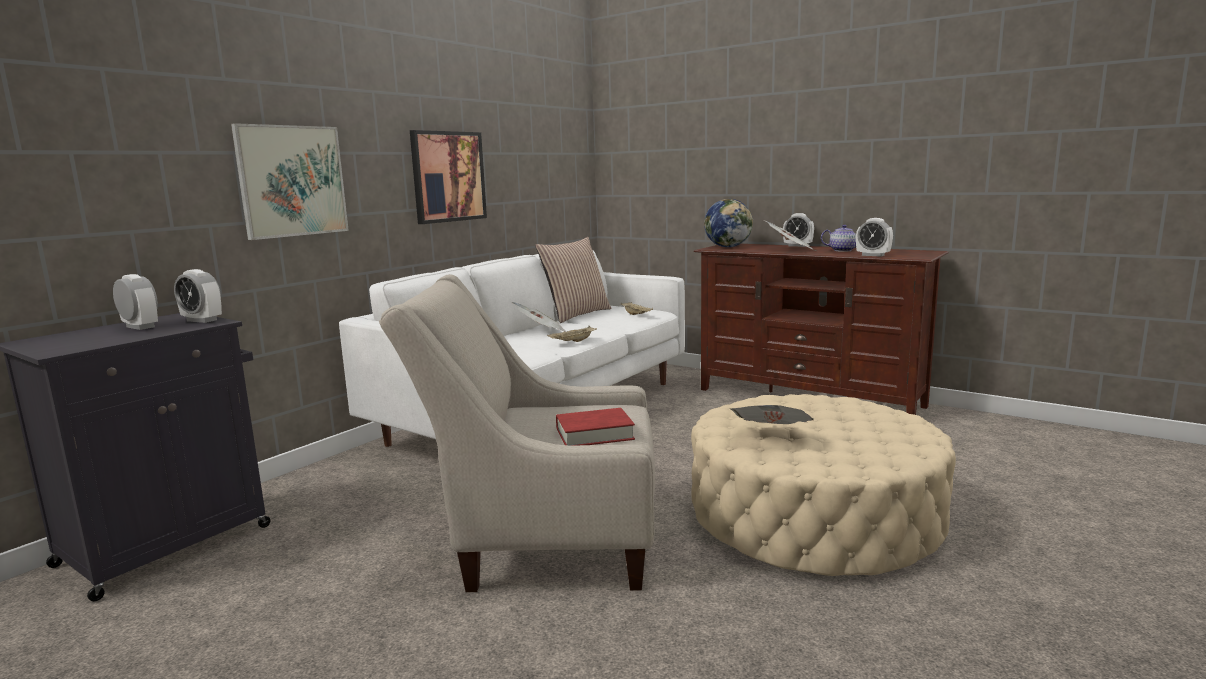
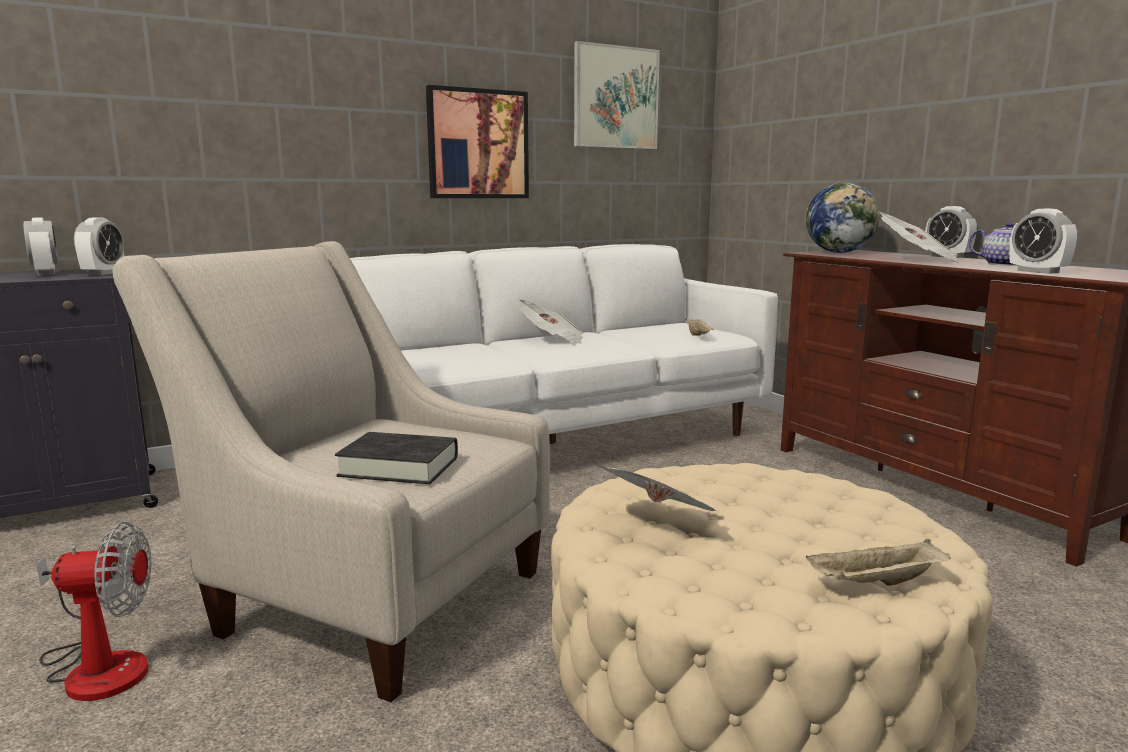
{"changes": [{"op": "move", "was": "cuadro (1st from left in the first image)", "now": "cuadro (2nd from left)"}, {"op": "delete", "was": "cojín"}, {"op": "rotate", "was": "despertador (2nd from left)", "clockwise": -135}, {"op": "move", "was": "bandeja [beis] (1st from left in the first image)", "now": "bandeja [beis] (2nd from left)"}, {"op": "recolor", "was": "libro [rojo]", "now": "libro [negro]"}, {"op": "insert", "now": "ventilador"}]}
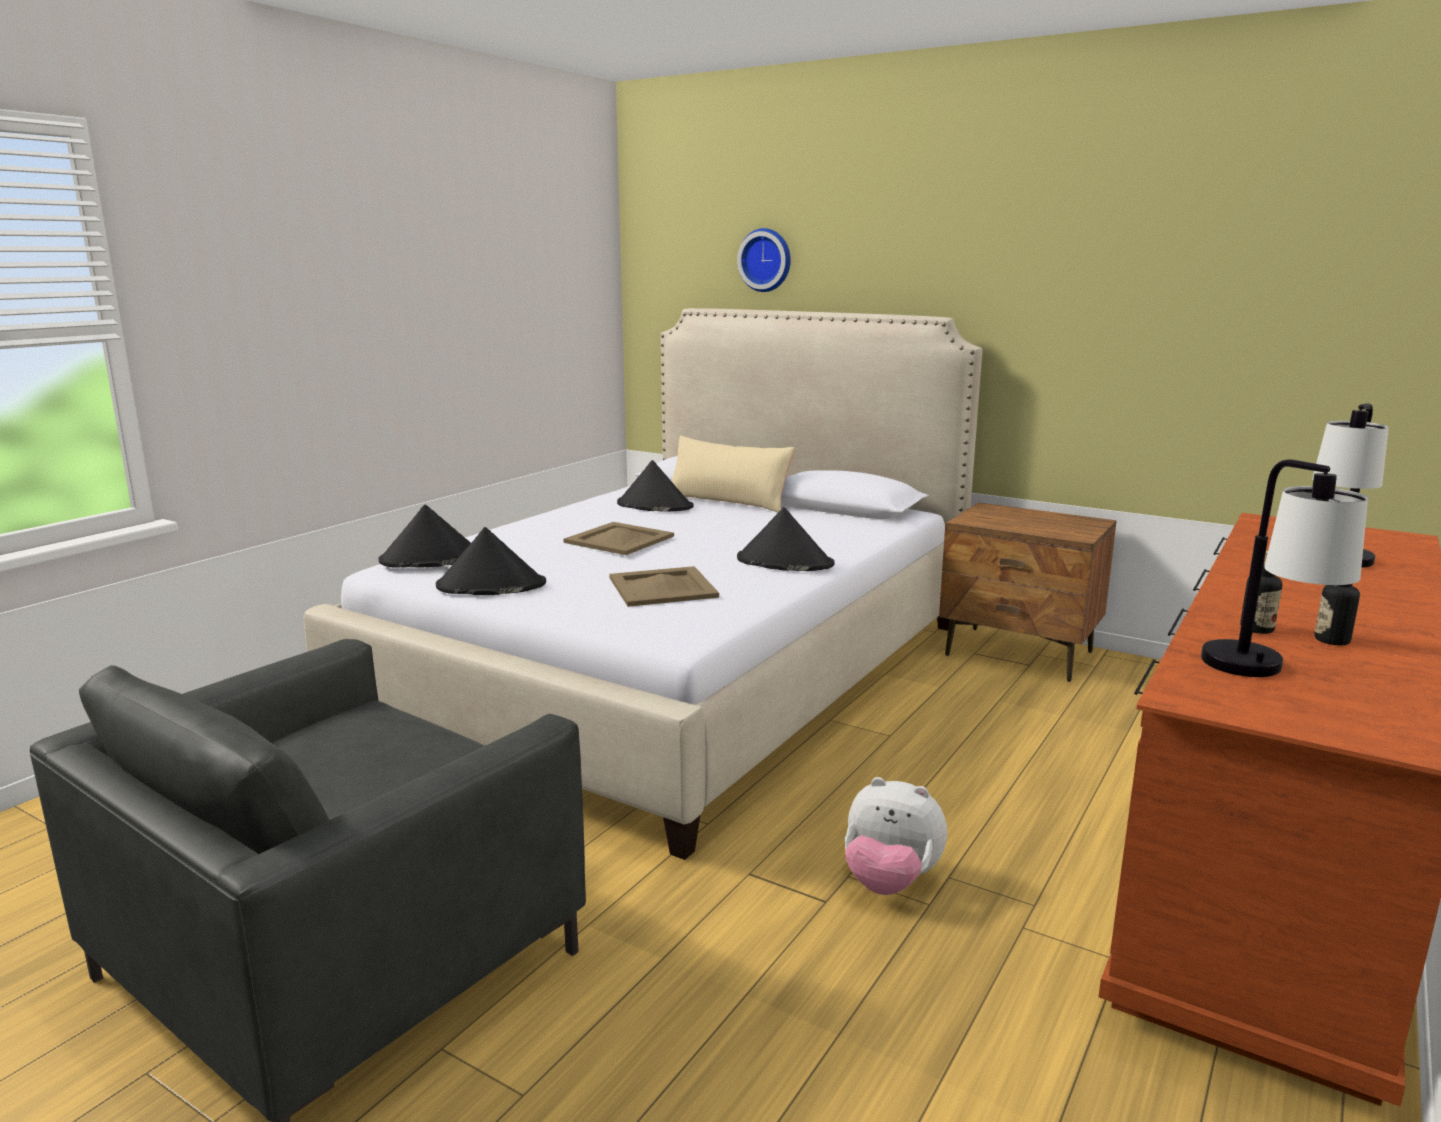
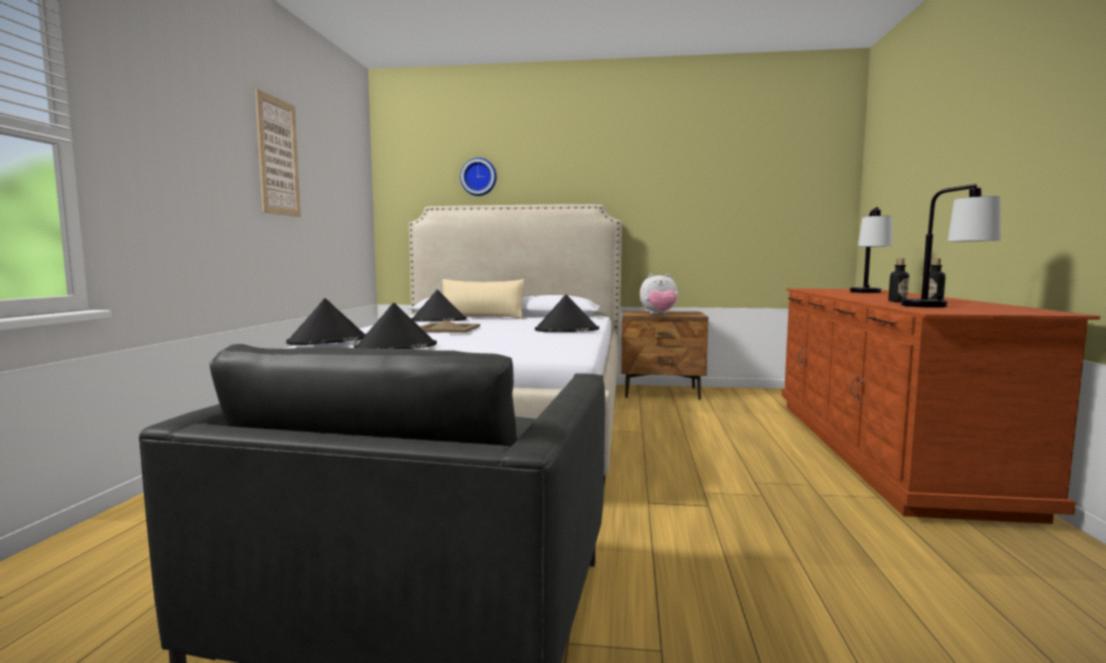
{"changes": [{"op": "delete", "was": "bandeja [beis] (2nd from left)"}, {"op": "move", "was": "peluche"}, {"op": "insert", "now": "cuadro"}]}
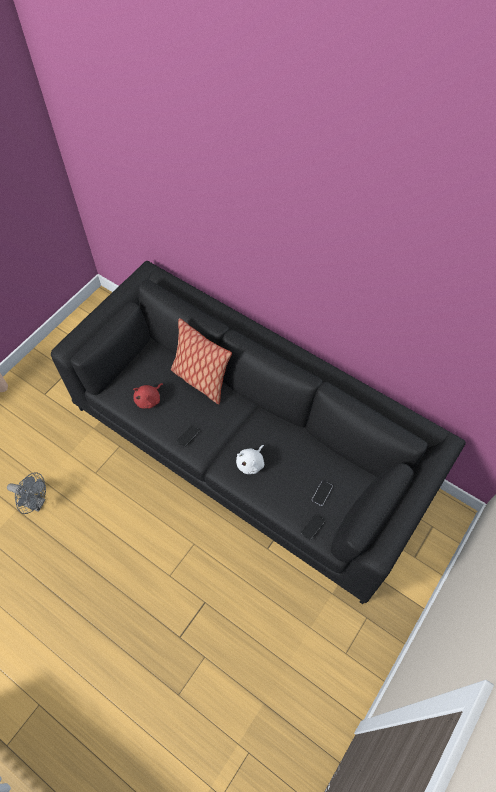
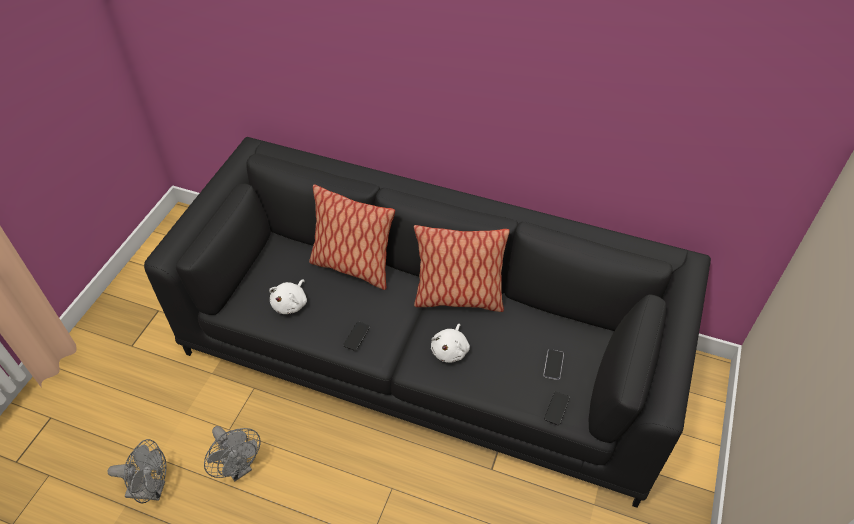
{"changes": [{"op": "recolor", "was": "peluche [rojo]", "now": "peluche [blanco] (1st from left)"}, {"op": "insert", "now": "cojín (2nd from left)"}, {"op": "insert", "now": "ventilador [gris] (2nd from left)"}]}
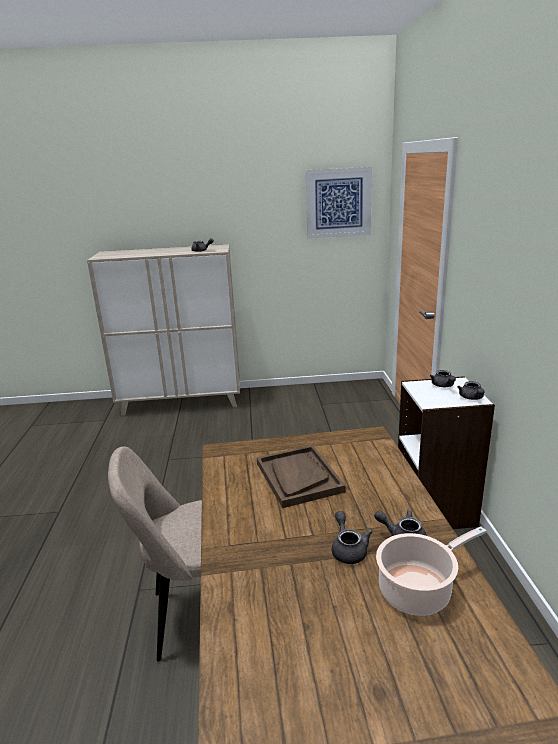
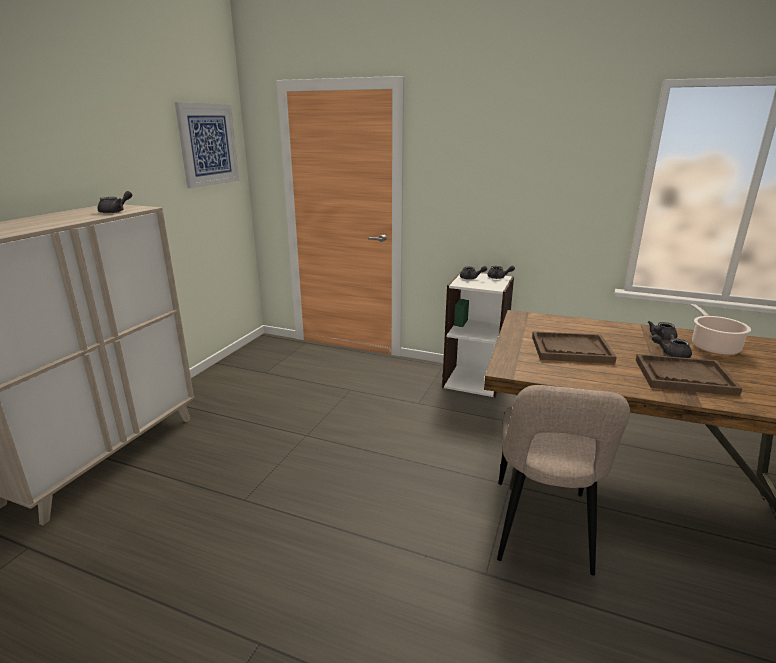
{"changes": [{"op": "insert", "now": "bandeja [marrón] (2nd from left)"}]}
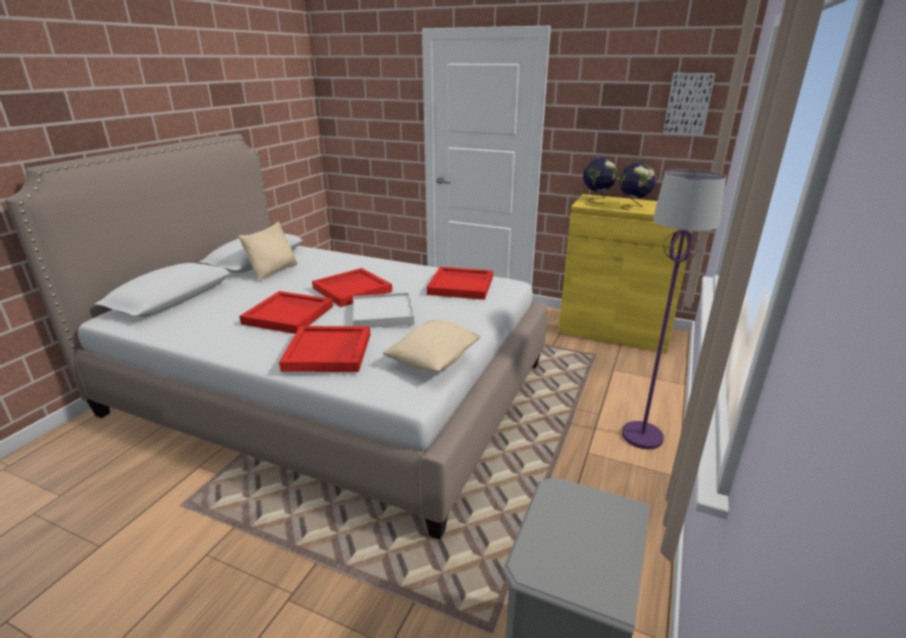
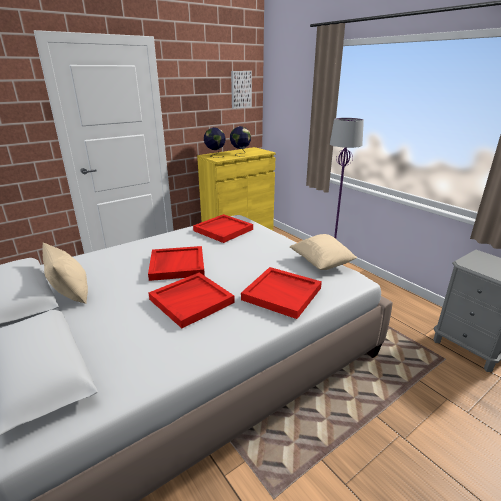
{"changes": [{"op": "delete", "was": "bandeja [blanco]"}]}
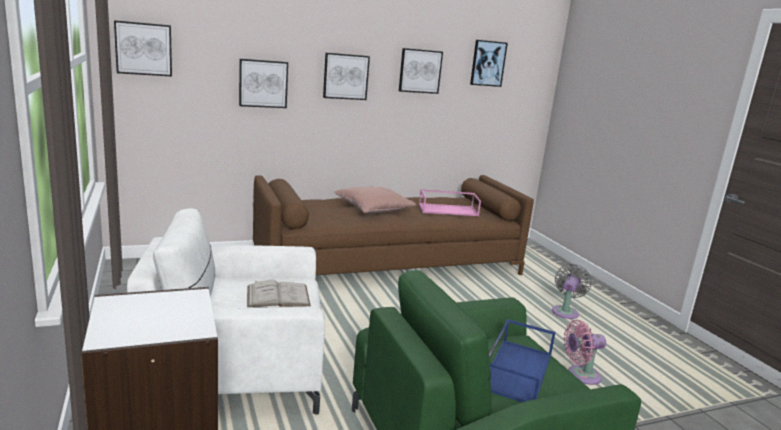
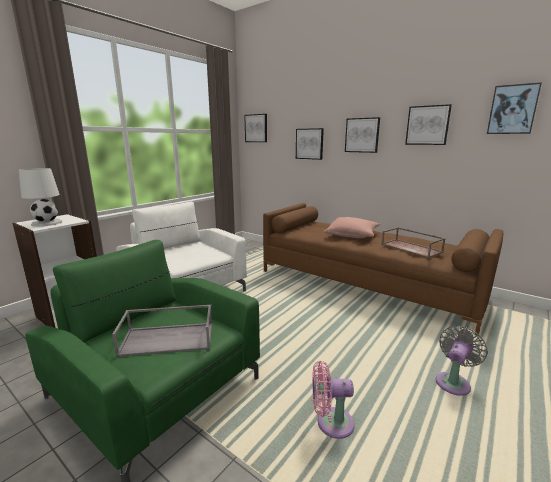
{"changes": [{"op": "recolor", "was": "bandeja [rosa]", "now": "bandeja [marrón]"}, {"op": "rotate", "was": "ventilador [gris]", "clockwise": -45}, {"op": "delete", "was": "libro [blanco]"}, {"op": "recolor", "was": "bandeja [azul]", "now": "bandeja [gris]"}, {"op": "rotate", "was": "ventilador [rosa]", "clockwise": -45}, {"op": "insert", "now": "lámpara de mesa [blanco]"}]}
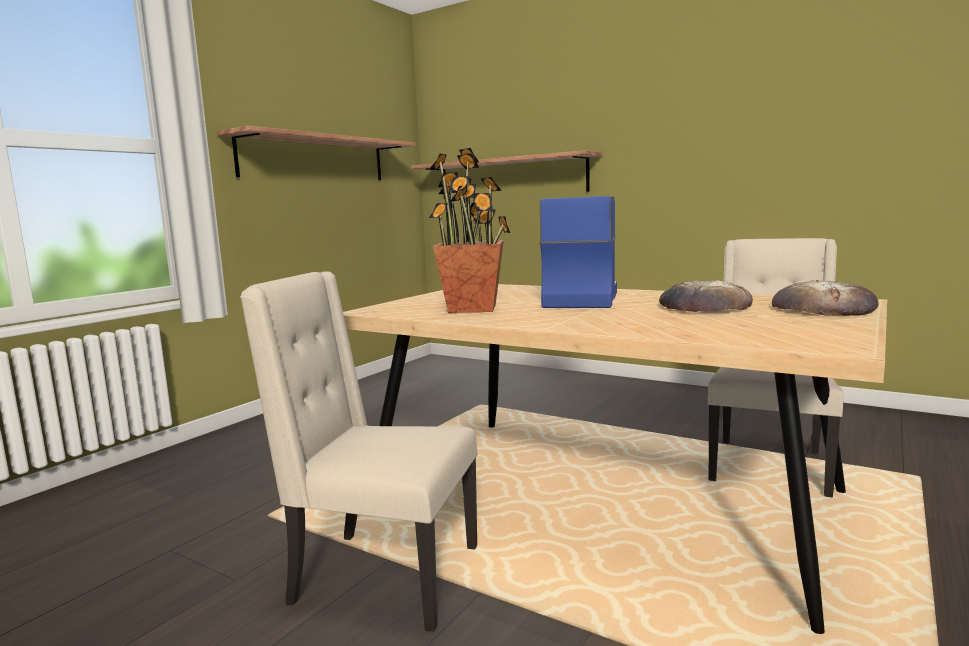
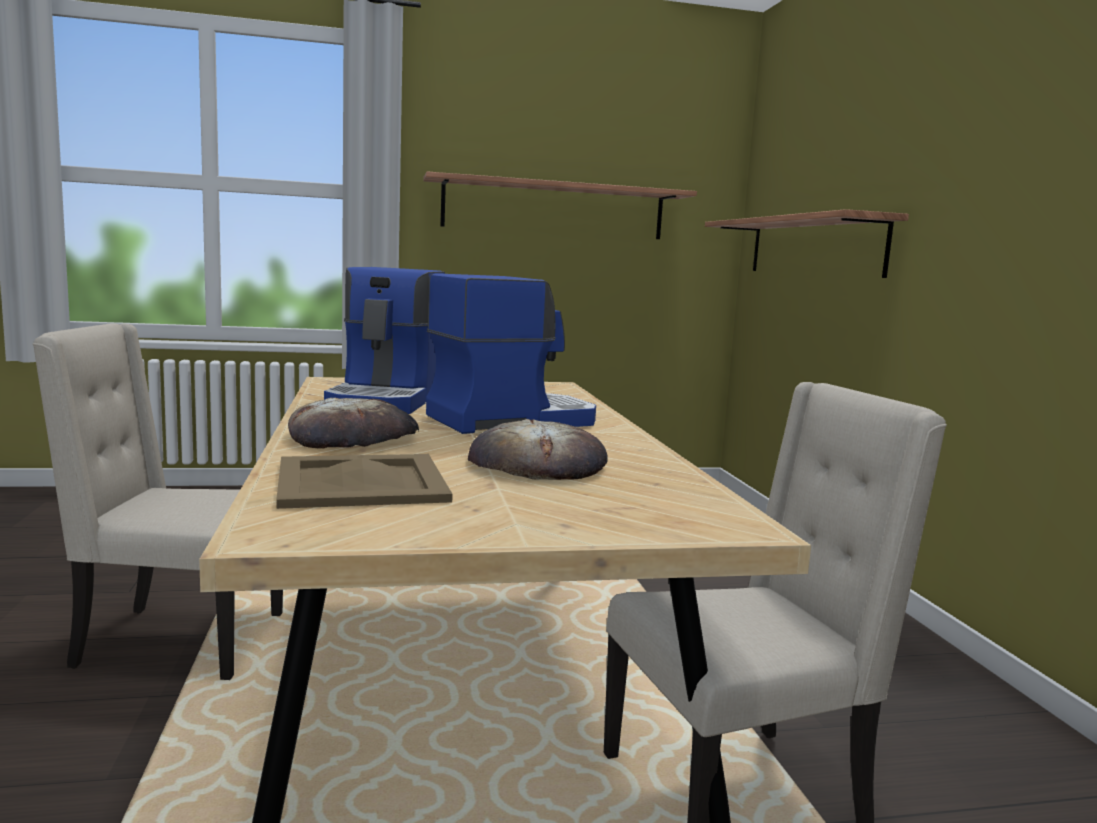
{"changes": [{"op": "replace", "was": "planta en maceta", "now": "cafetera (1st from left)"}, {"op": "rotate", "was": "silla [beis] (1st from left)", "clockwise": -60}, {"op": "move", "was": "pan (2nd from left in the first image)", "now": "pan (1st from left)"}, {"op": "insert", "now": "bandeja [beis]"}]}
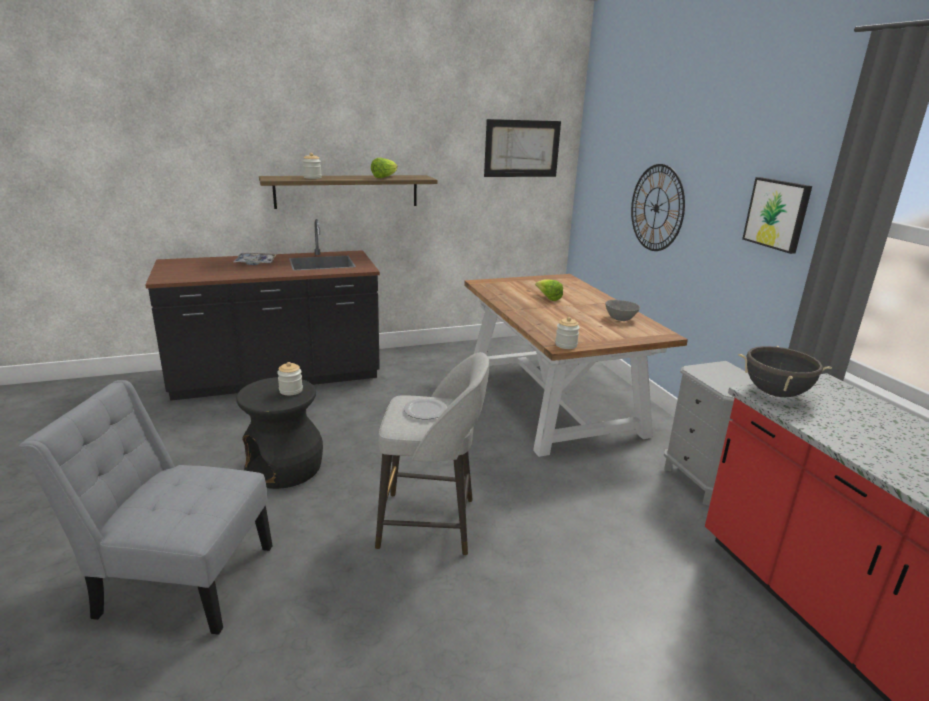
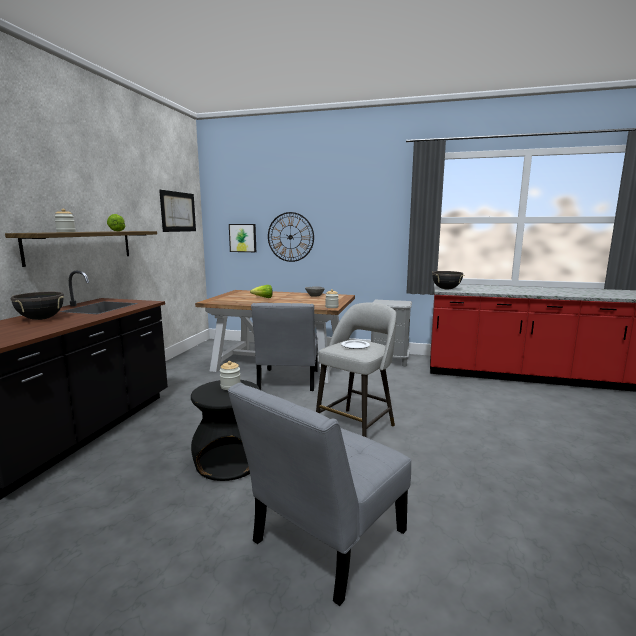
{"changes": [{"op": "move", "was": "cuadro (2nd from left)"}, {"op": "replace", "was": "bandeja", "now": "olla [negro] (1st from left)"}, {"op": "insert", "now": "silla [gris] (1st from left)"}]}
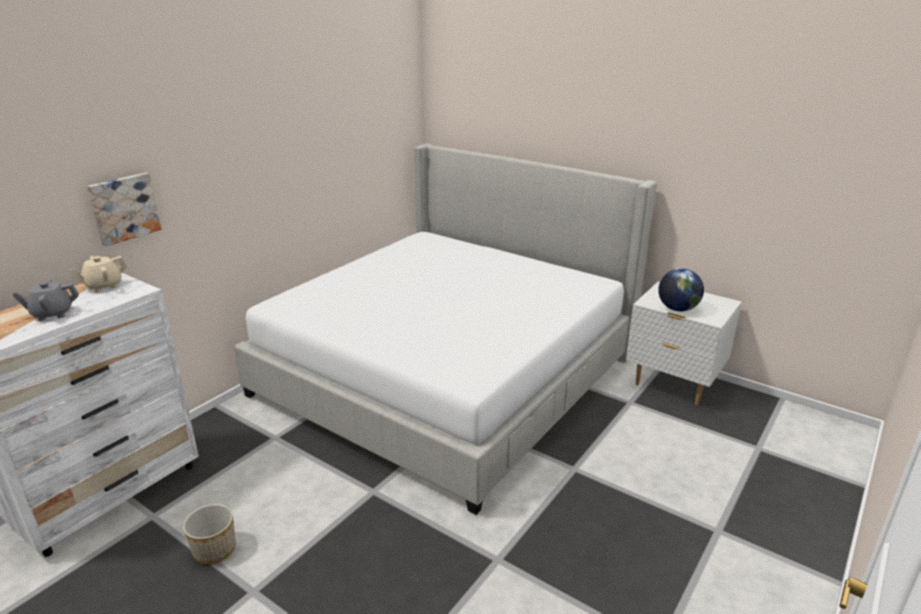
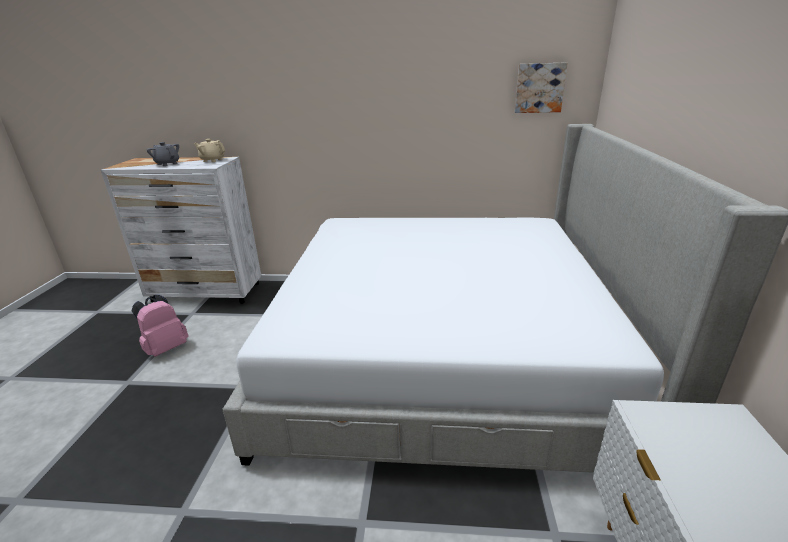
{"changes": [{"op": "move", "was": "cuadro"}, {"op": "delete", "was": "globo terráqueo"}, {"op": "replace", "was": "maceta", "now": "mochila [rosa]"}]}
